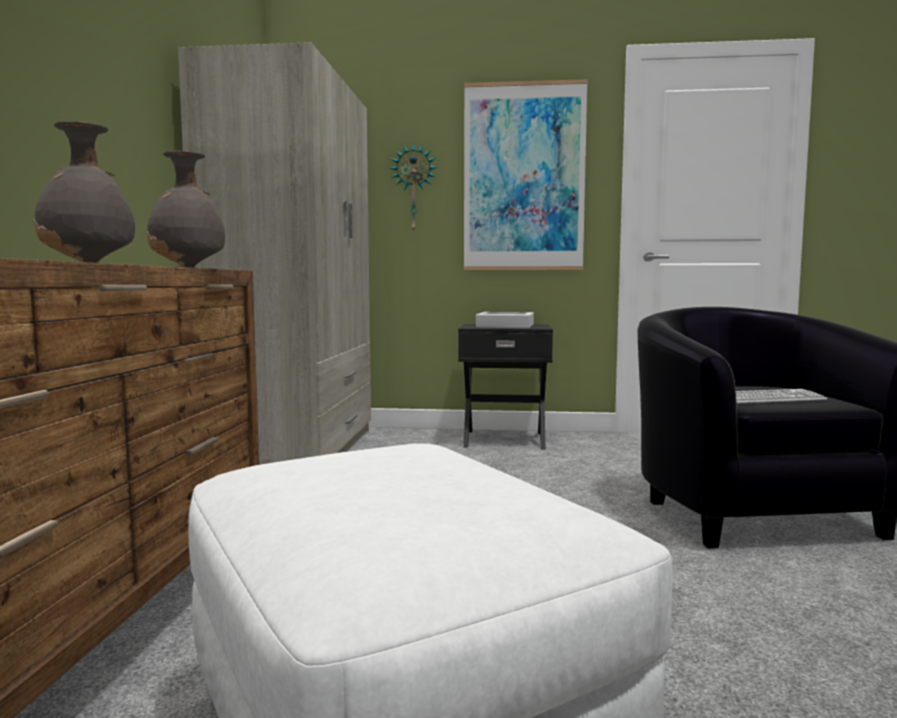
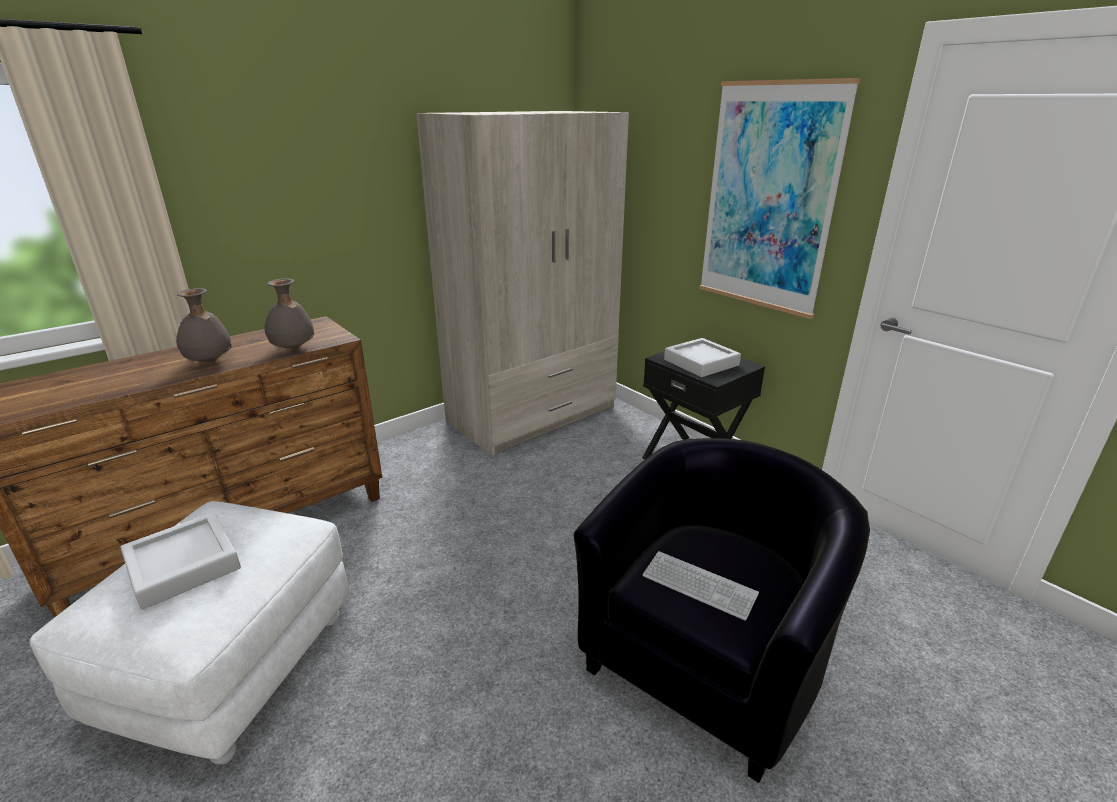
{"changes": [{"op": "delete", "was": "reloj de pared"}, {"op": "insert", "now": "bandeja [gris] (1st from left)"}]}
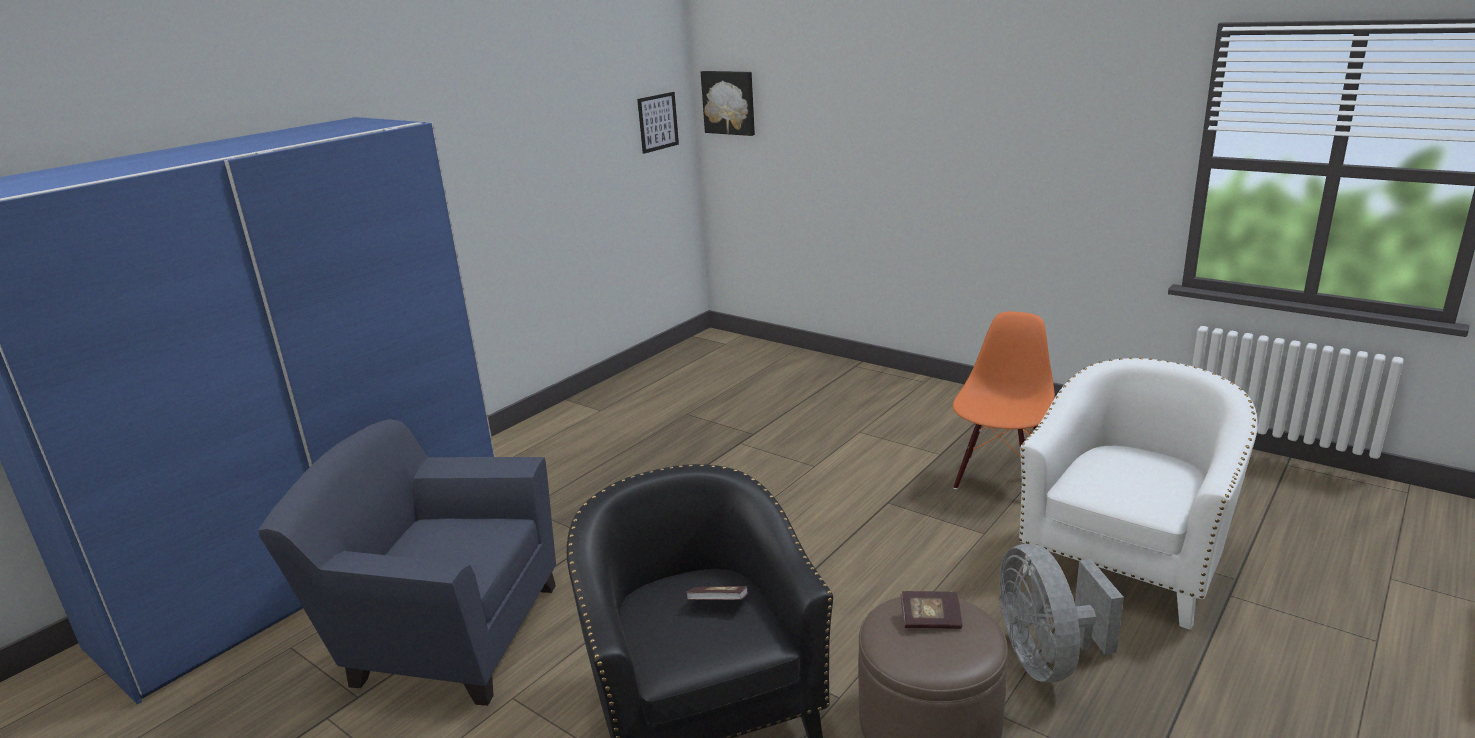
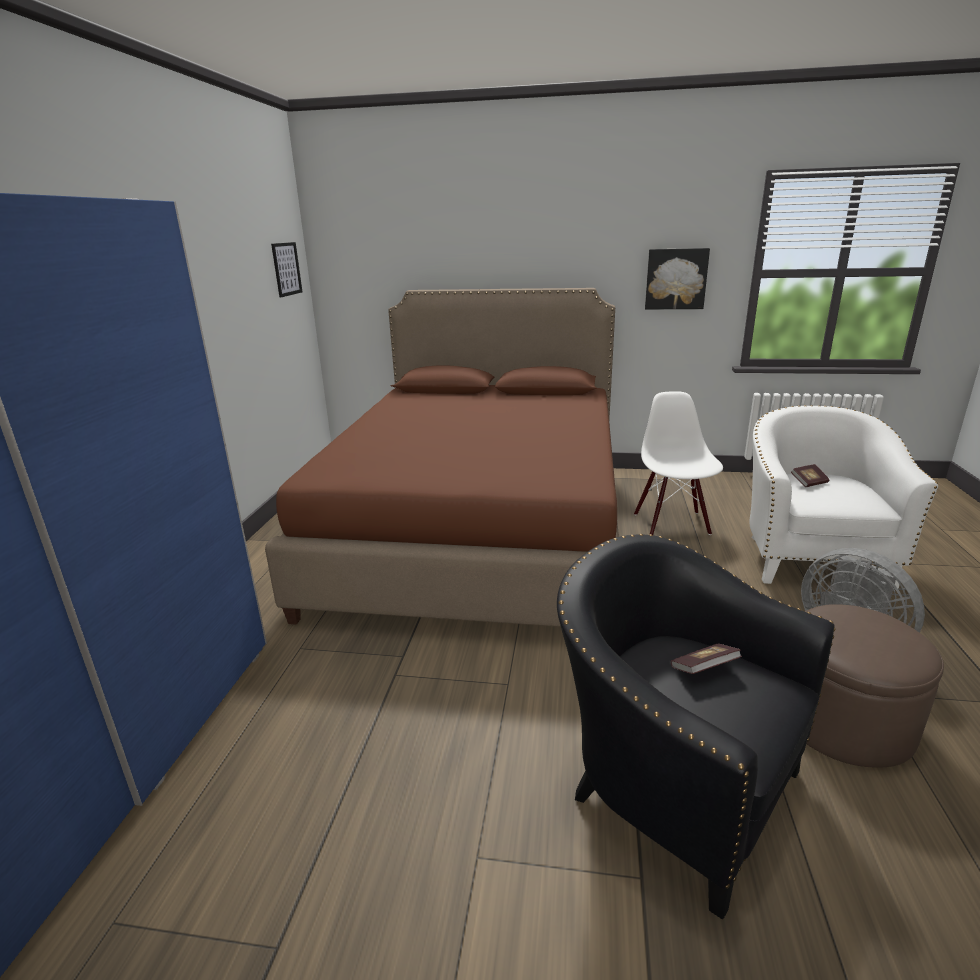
{"changes": [{"op": "move", "was": "cuadro (2nd from left)"}, {"op": "recolor", "was": "silla [naranja]", "now": "silla [blanco]"}, {"op": "delete", "was": "sillón [azul]"}, {"op": "move", "was": "libro (2nd from left)"}, {"op": "insert", "now": "cama [marrón]"}]}
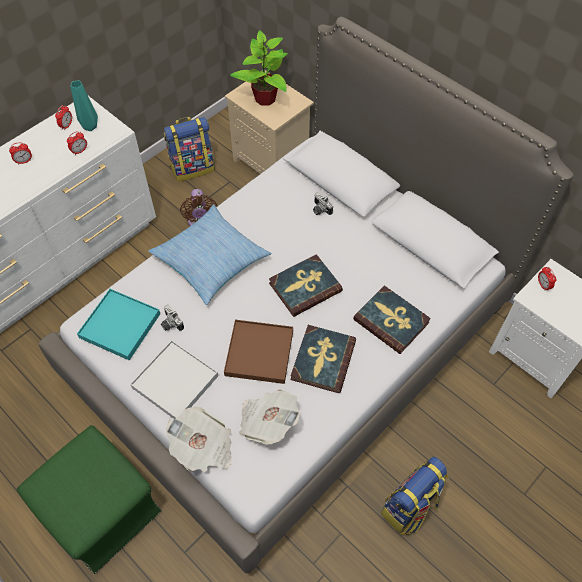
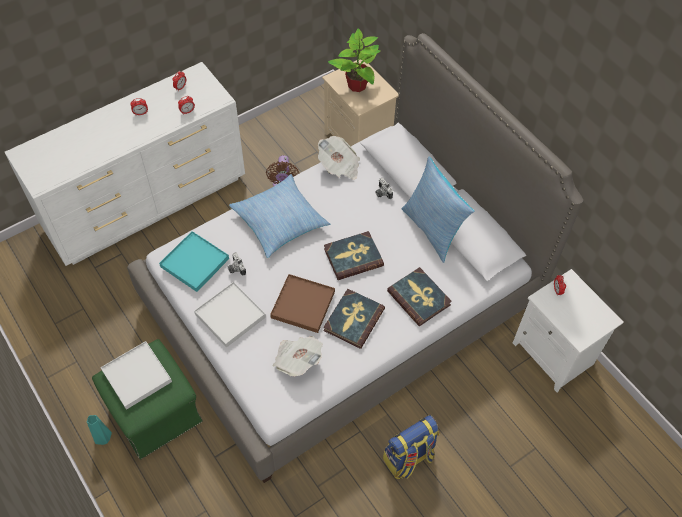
{"changes": [{"op": "move", "was": "florero [turquesa]"}, {"op": "delete", "was": "mochila (1st from left)"}, {"op": "move", "was": "periódico (1st from left in the first image)", "now": "periódico (2nd from left)"}, {"op": "insert", "now": "cojín (2nd from left)"}, {"op": "insert", "now": "bandeja [blanco] (1st from left)"}]}
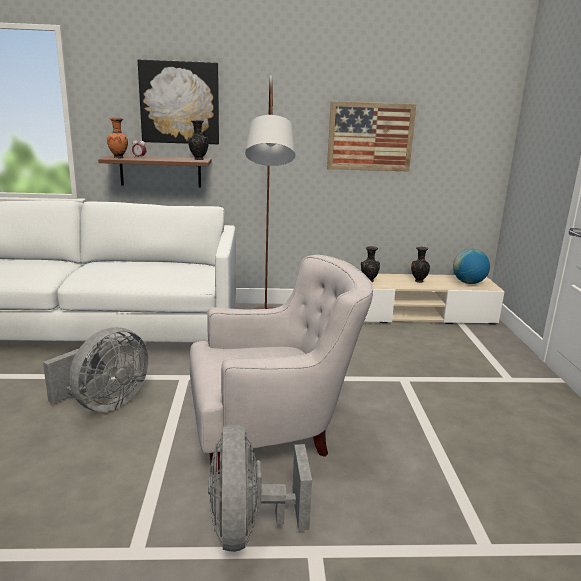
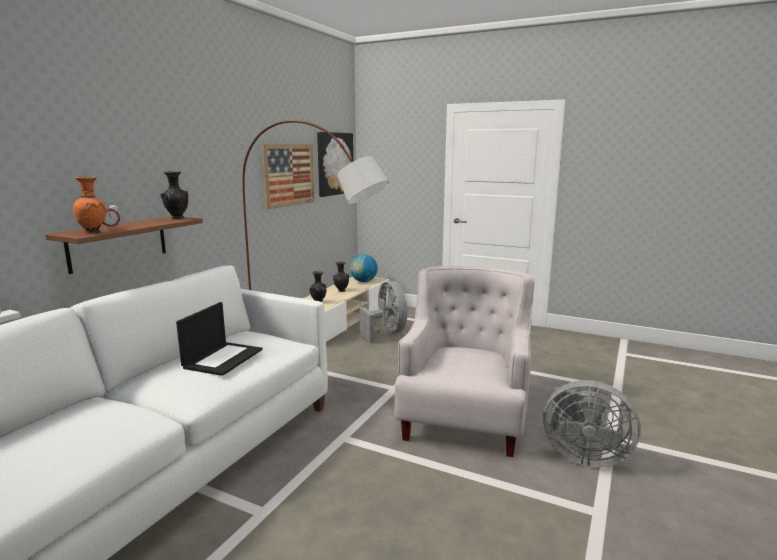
{"changes": [{"op": "move", "was": "cuadro (1st from left in the first image)", "now": "cuadro (2nd from left)"}, {"op": "move", "was": "ventilador [gris] (1st from left)"}, {"op": "insert", "now": "portátil"}]}
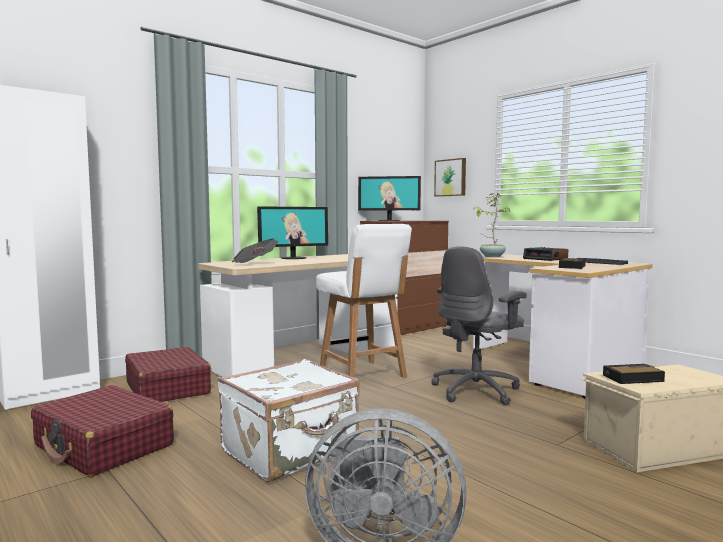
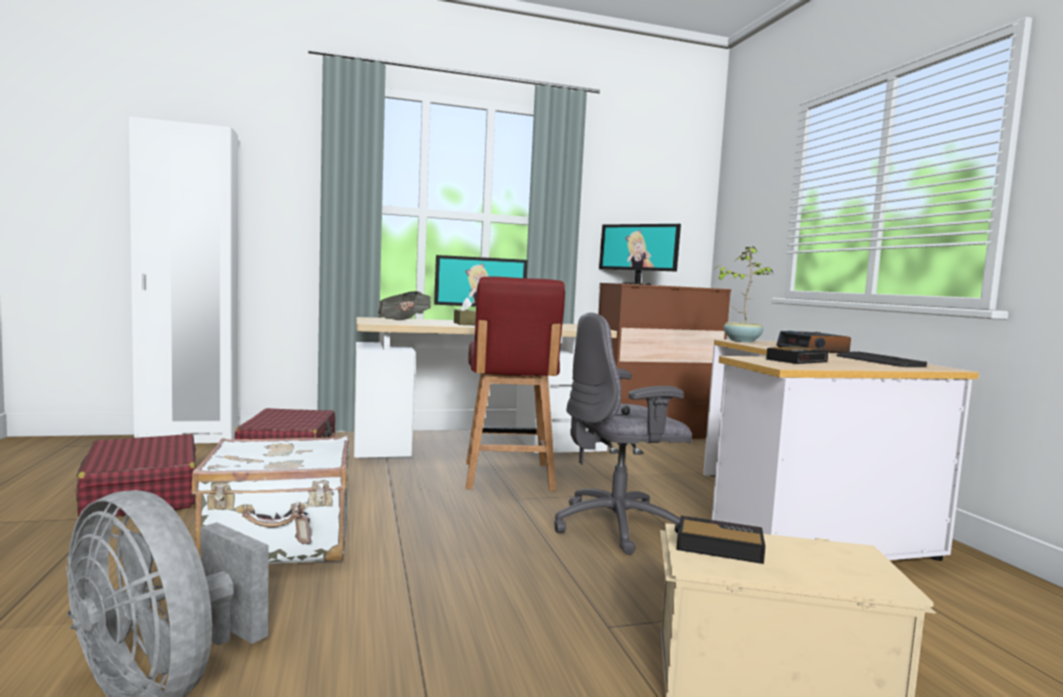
{"changes": [{"op": "delete", "was": "cuadro"}, {"op": "recolor", "was": "silla [blanco]", "now": "silla [rojo]"}, {"op": "insert", "now": "caja de pañuelos [marrón]"}]}
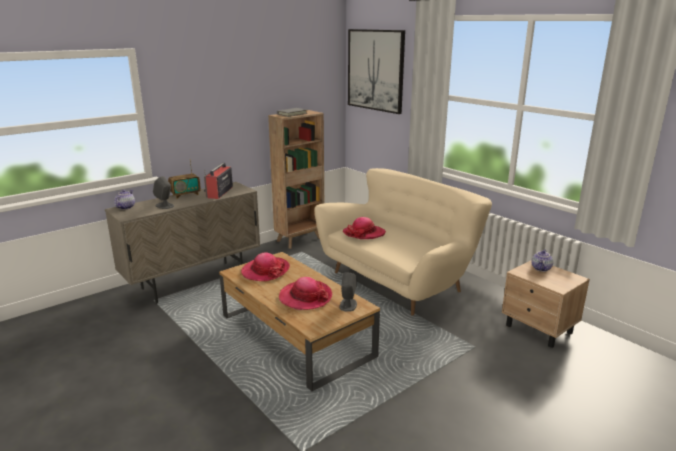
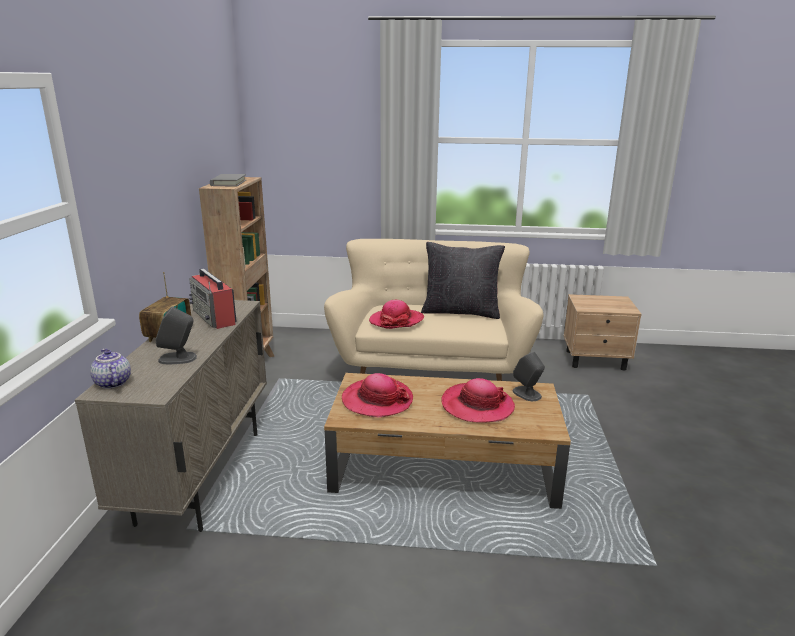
{"changes": [{"op": "delete", "was": "cuadro"}, {"op": "delete", "was": "tetera (2nd from left)"}, {"op": "insert", "now": "cojín [negro]"}]}
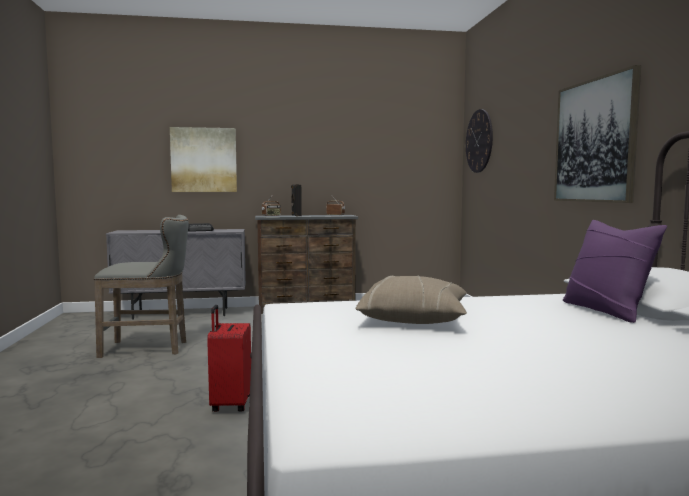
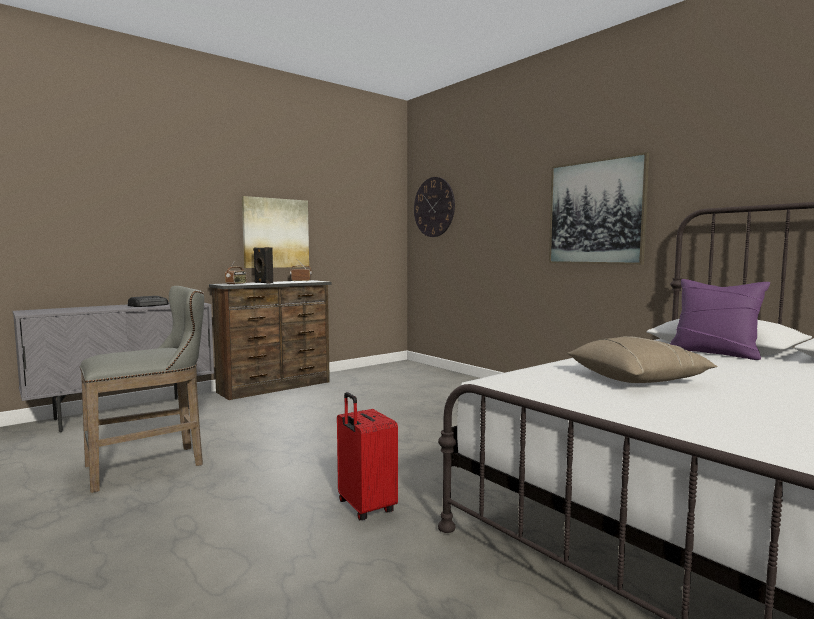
{"changes": [{"op": "move", "was": "cuadro (1st from left)"}]}
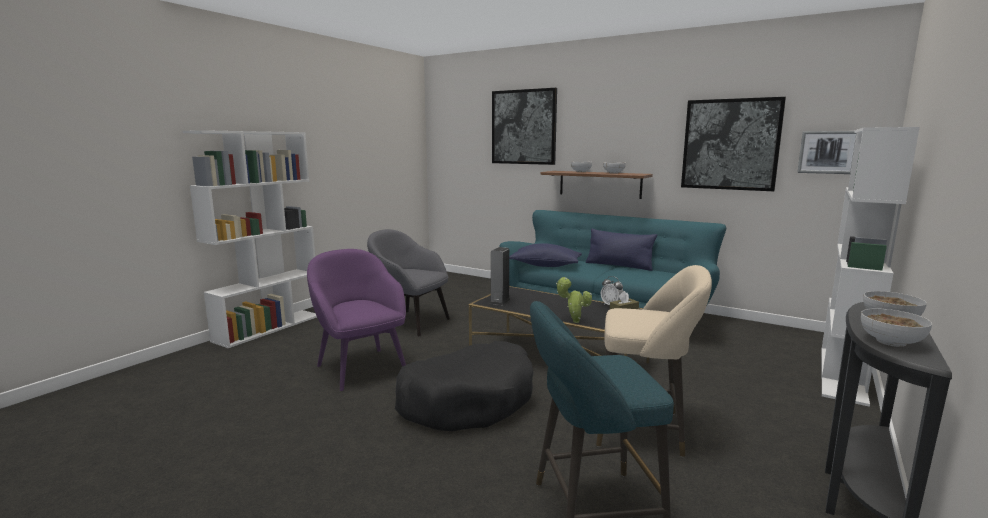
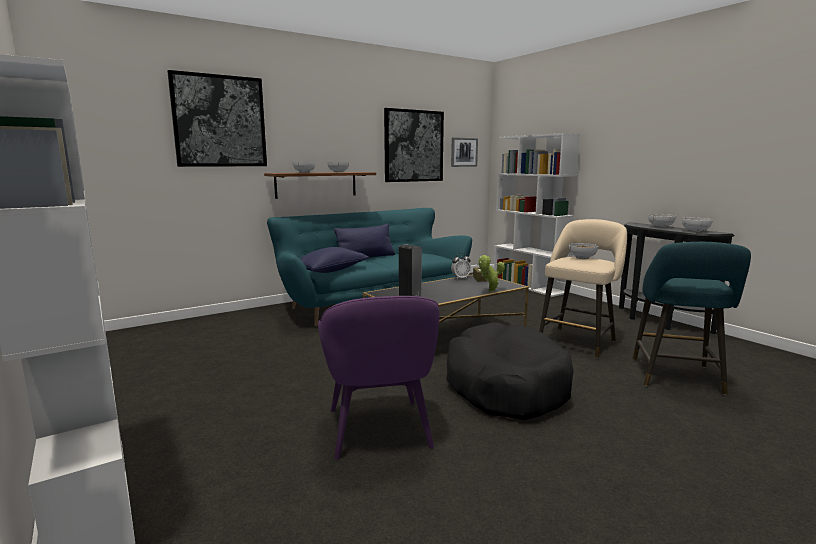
{"changes": [{"op": "delete", "was": "sillón [gris]"}, {"op": "rotate", "was": "sillón [morado]", "clockwise": -90}, {"op": "insert", "now": "cuenco (3rd from left)"}]}
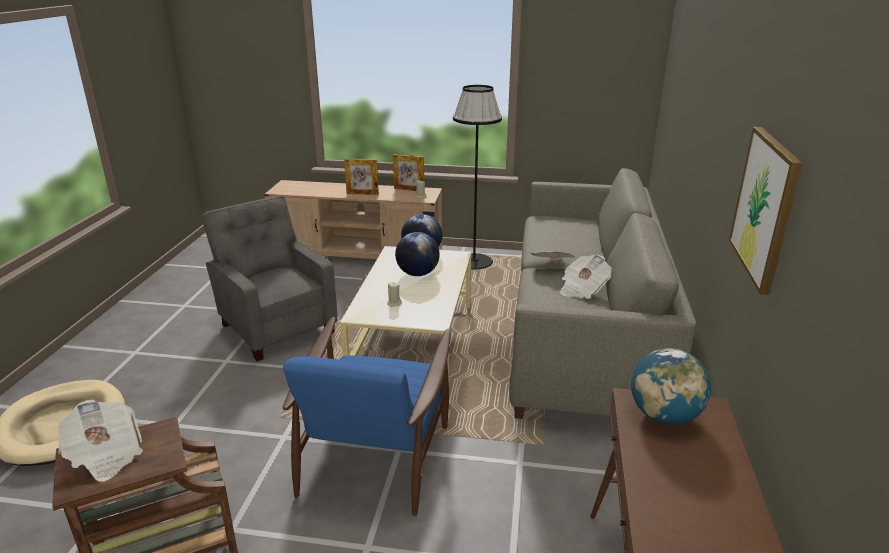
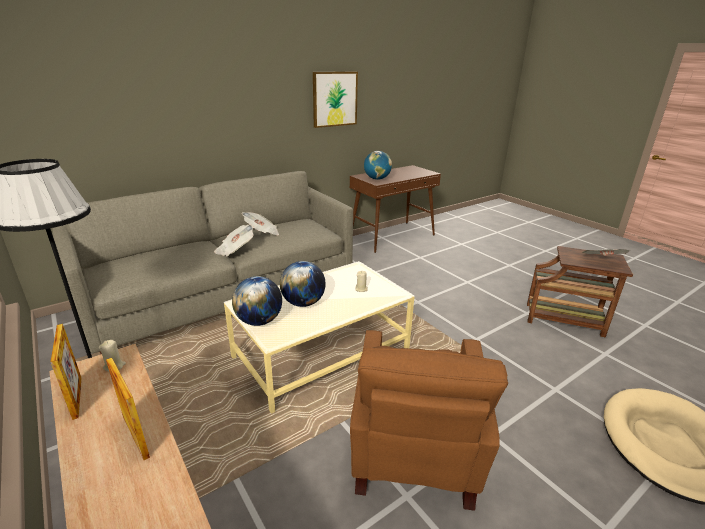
{"changes": [{"op": "recolor", "was": "sillón [gris]", "now": "sillón [marrón]"}, {"op": "delete", "was": "sillón [azul]"}]}
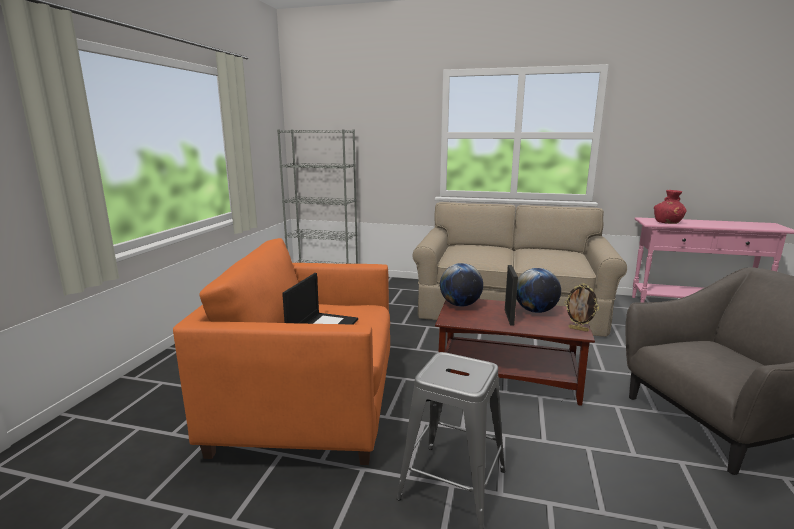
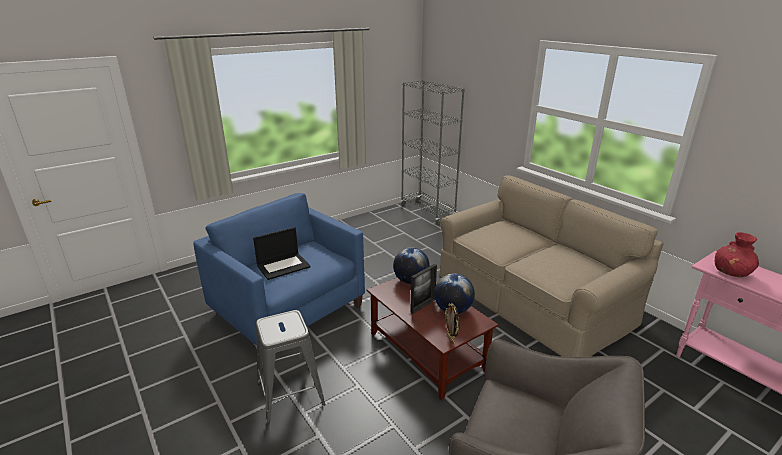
{"changes": [{"op": "recolor", "was": "sillón [naranja]", "now": "sillón [azul]"}]}
